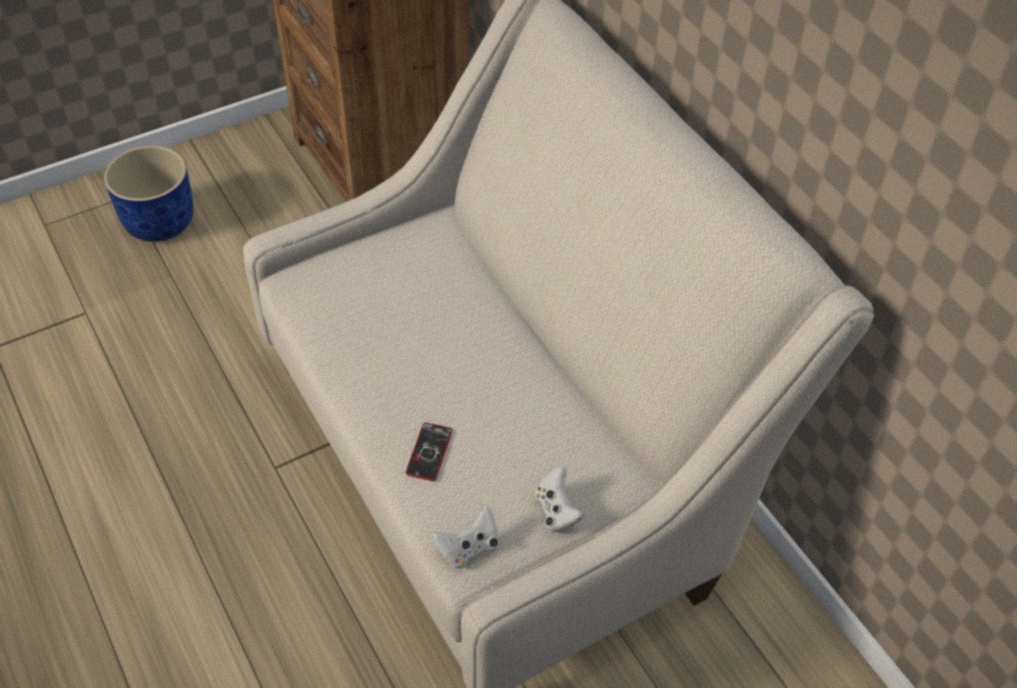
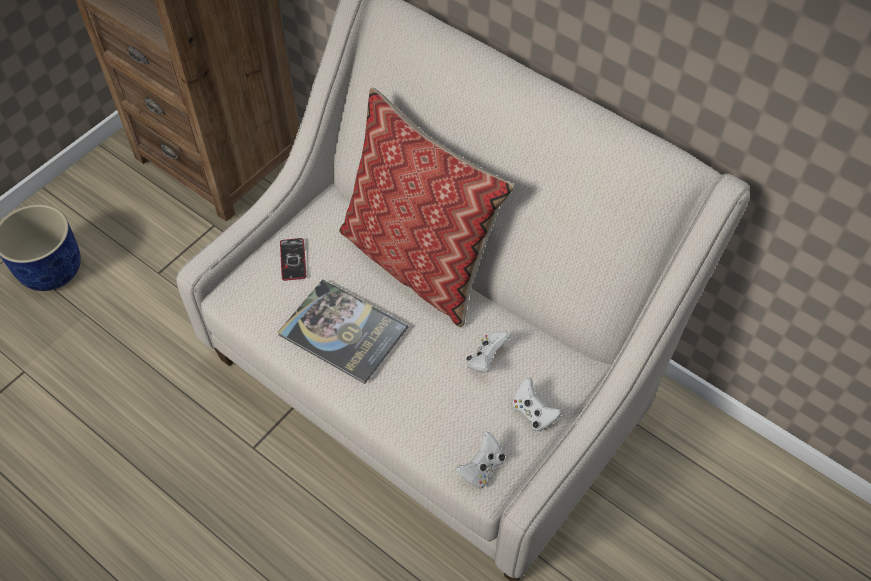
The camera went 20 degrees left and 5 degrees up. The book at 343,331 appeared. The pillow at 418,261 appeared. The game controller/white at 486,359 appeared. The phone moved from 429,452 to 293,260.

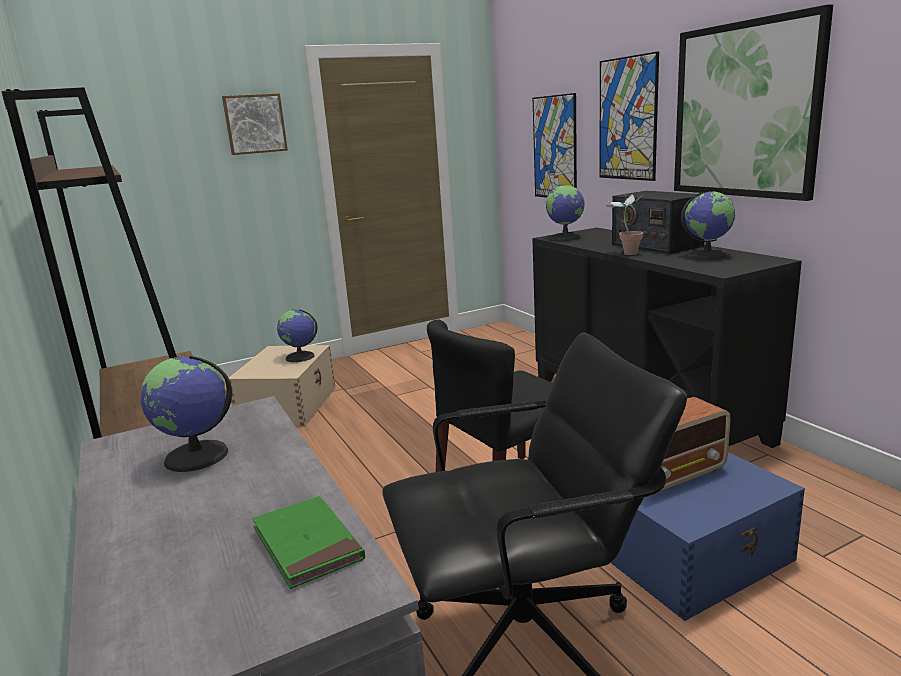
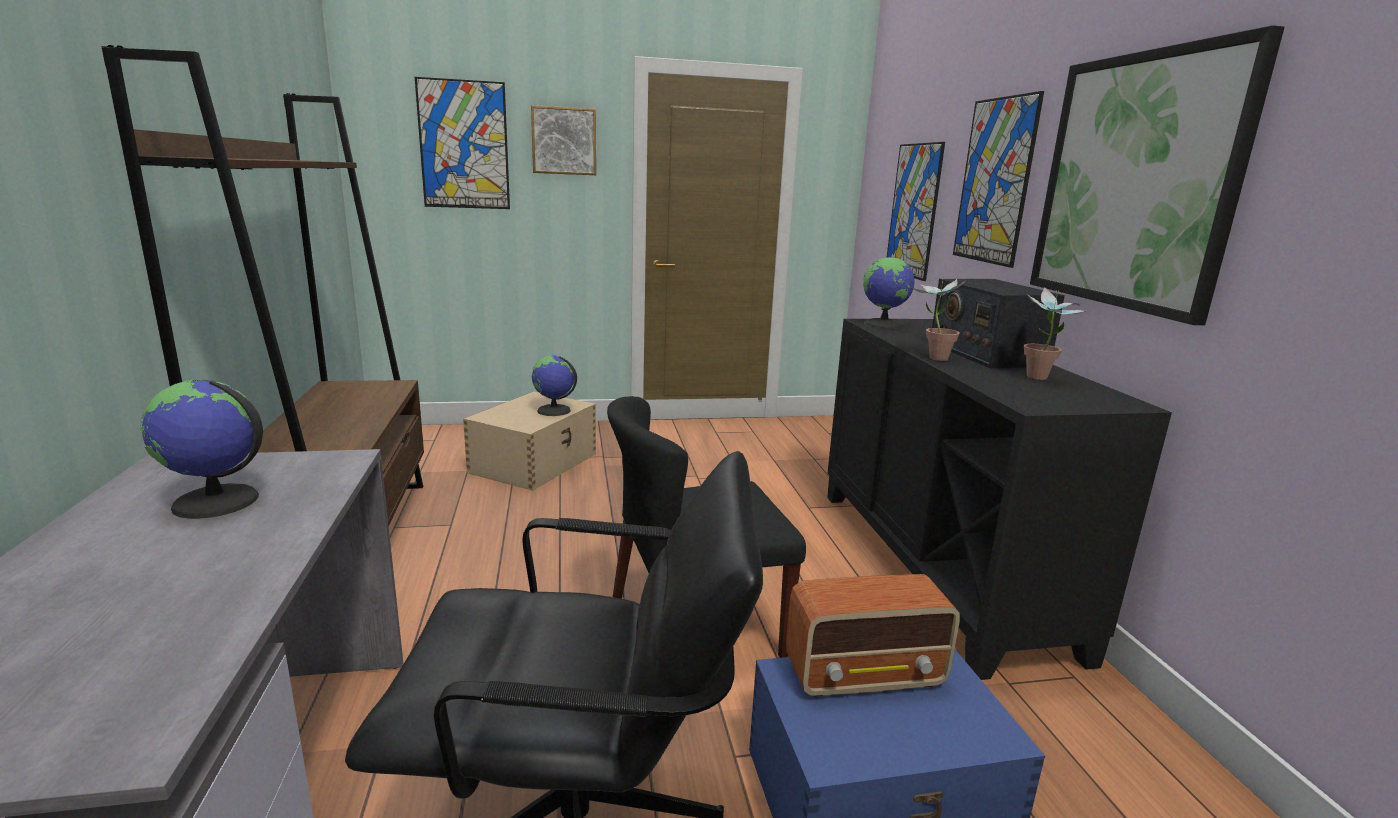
The camera went 15 degrees right and 0 degrees up. The book/green at 307,545 disappeared. The picture at 464,145 appeared. The globe at 707,255 was replaced by the potted plant at 1039,379.

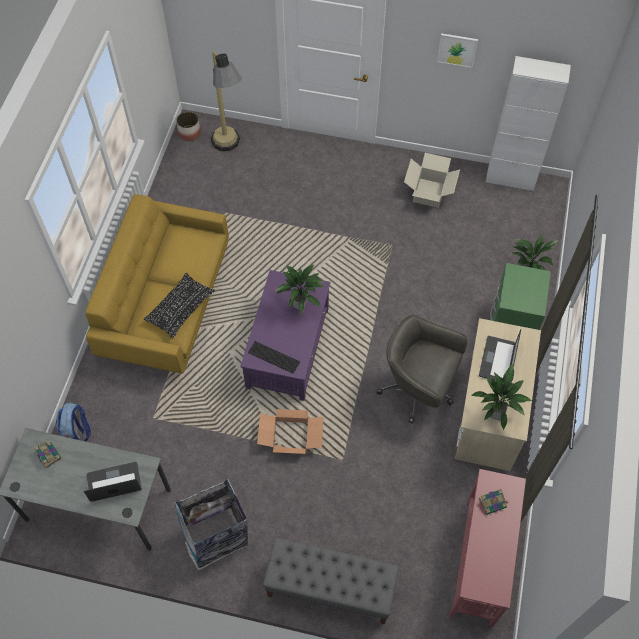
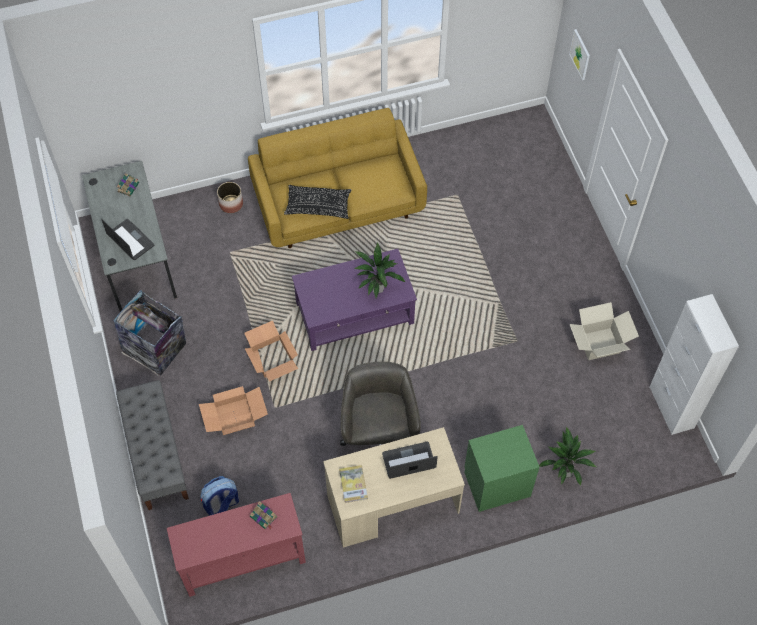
The camera went 60 degrees right and 0 degrees up. The floor lamp at 230,150 disappeared. The keyboard at 274,357 disappeared. The cardboard box at 234,417 appeared. The backpack moved from 78,433 to 221,504. The planter moved from 189,133 to 231,203. The picture moved from 457,50 to 580,54. The potted plant at 497,414 was replaced by the book at 353,484.

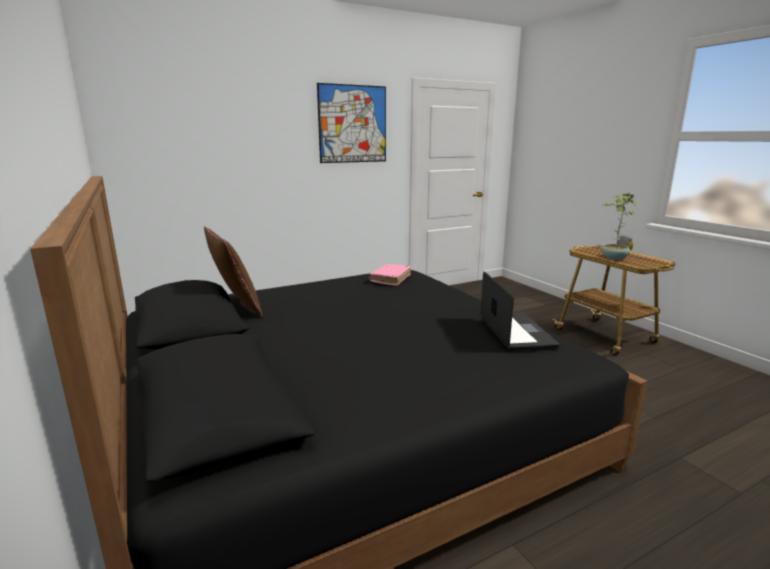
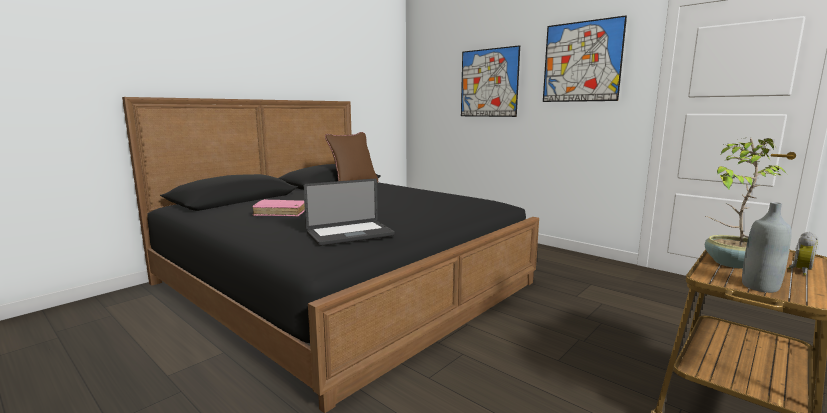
The camera went 70 degrees right and 5 degrees down. The picture at 489,83 appeared. The bottle/grey at 760,287 appeared. The book/pink moved from 390,279 to 280,213.

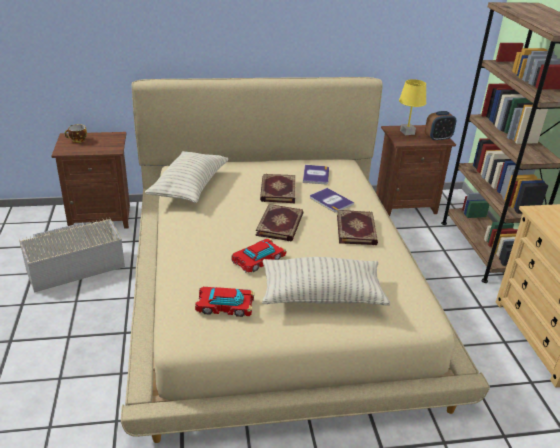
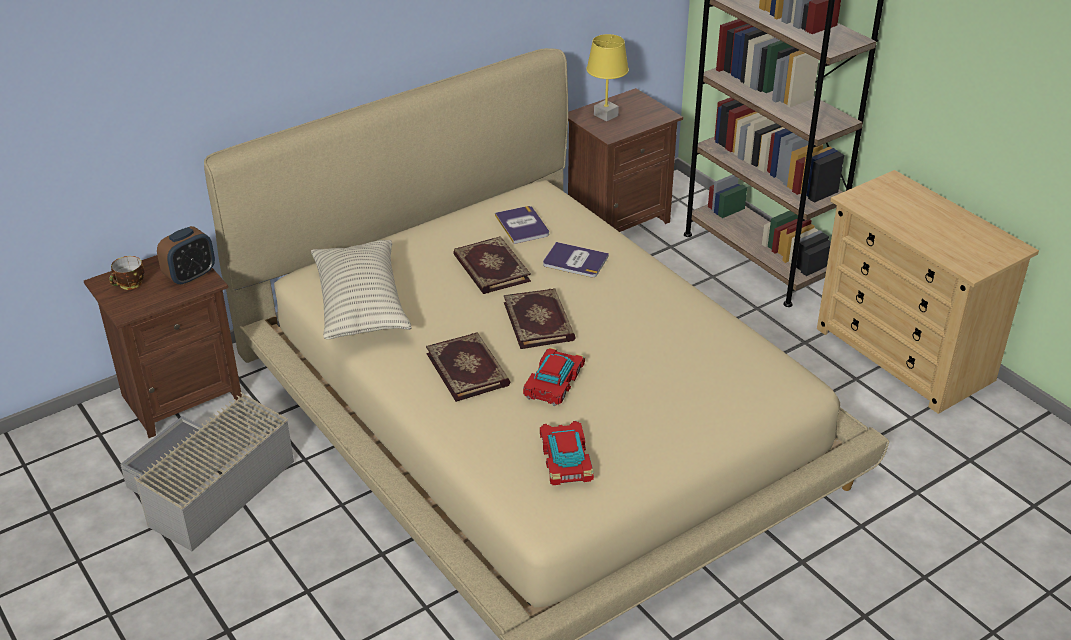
The camera went 25 degrees left and 5 degrees up. The pillow at 322,295 disappeared. The book moved from 357,229 to 469,369. The alarm clock moved from 438,138 to 190,276. The toy car at 225,305 turned 105 degrees clockwise.

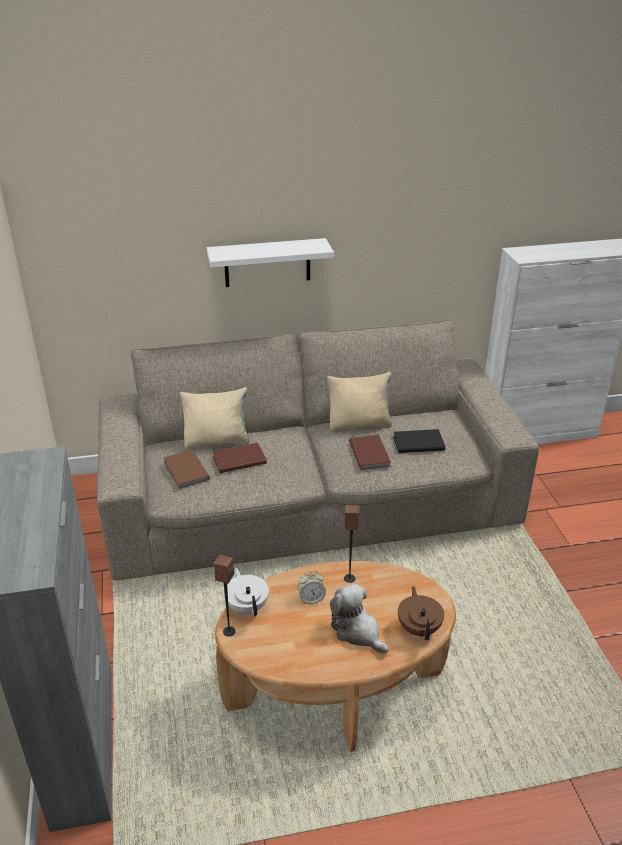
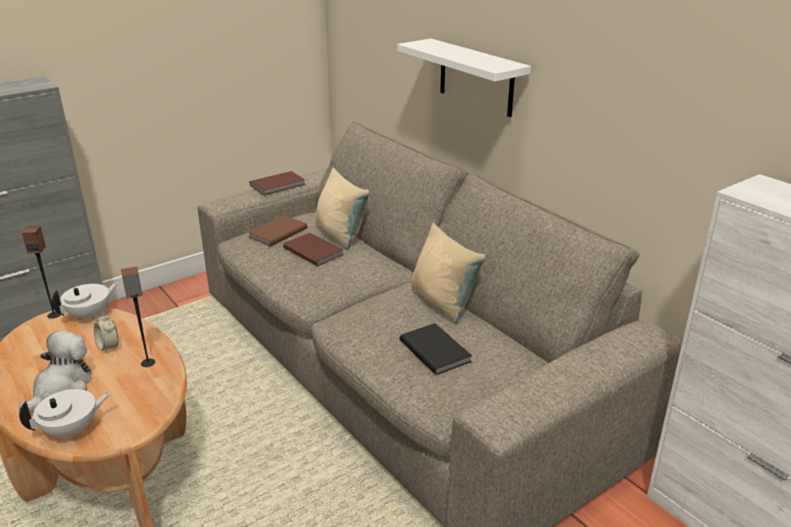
The camera went 65 degrees right and 5 degrees down. The book/brown moved from 370,453 to 279,185. The teapot/brown at 419,628 became the teapot/white at 72,430.

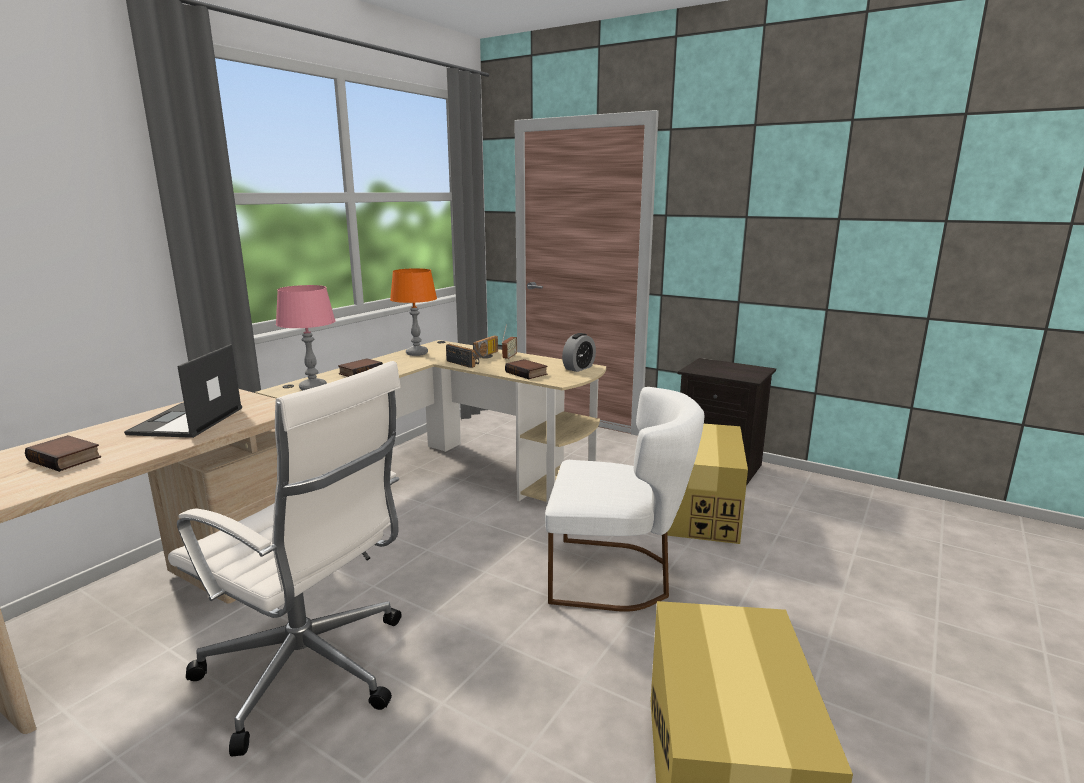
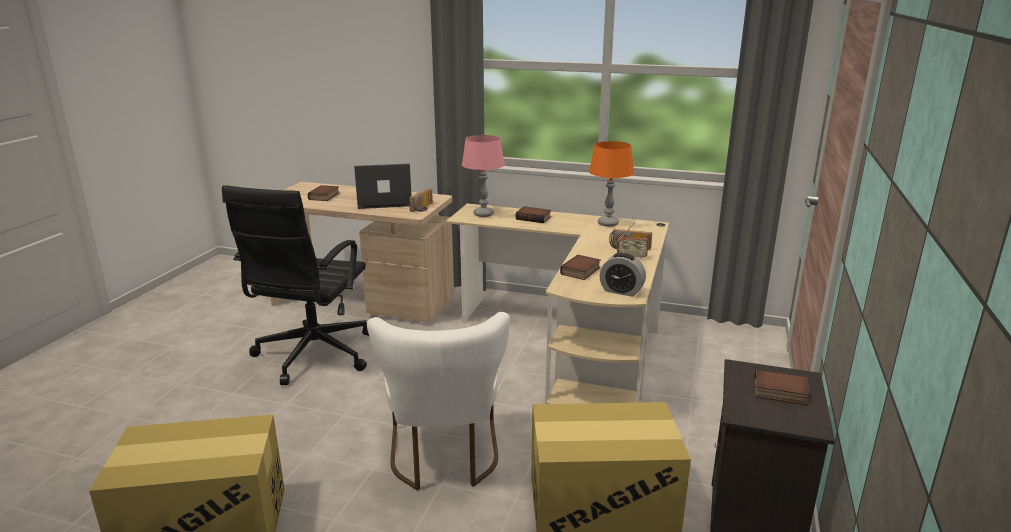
The camera went 75 degrees right and 5 degrees up. The book at 779,392 appeared. The radio moved from 464,363 to 423,208. The office chair/white at 309,672 became the office chair/black at 312,355.

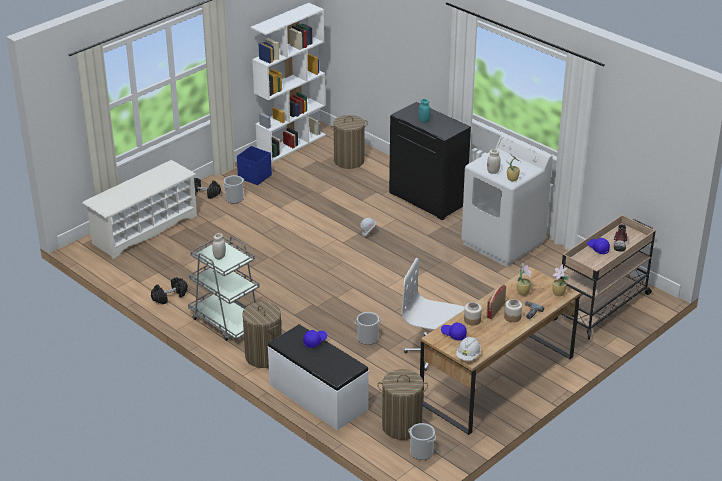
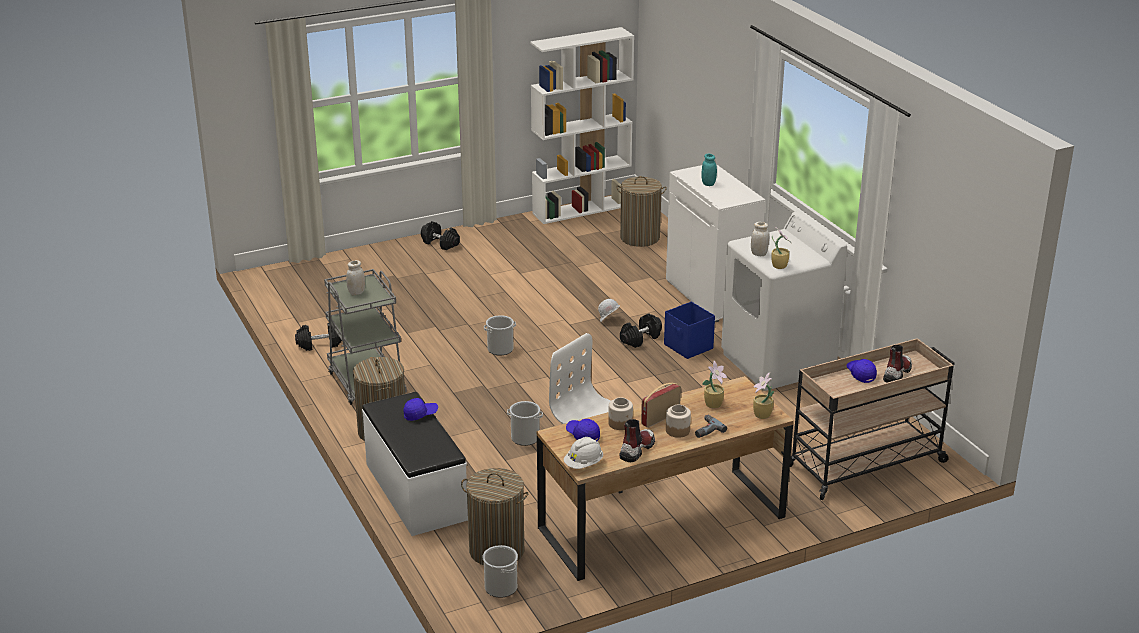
The camera went 20 degrees right and 5 degrees down. The shoe rack/white at 144,229 disappeared. The dumbbell/black at 640,339 appeared. The boot at 636,449 appeared. The bucket moved from 234,198 to 500,349. The storage box/blue moved from 255,177 to 688,347. The cabinet/black at 428,199 became the cabinet/white at 712,296.

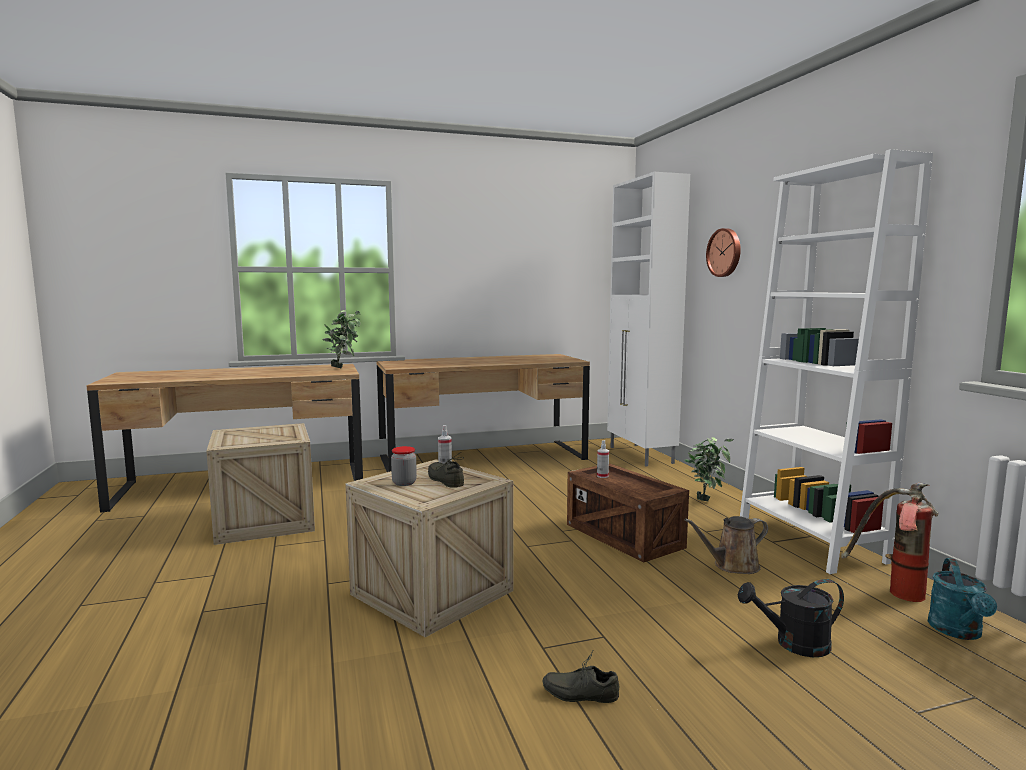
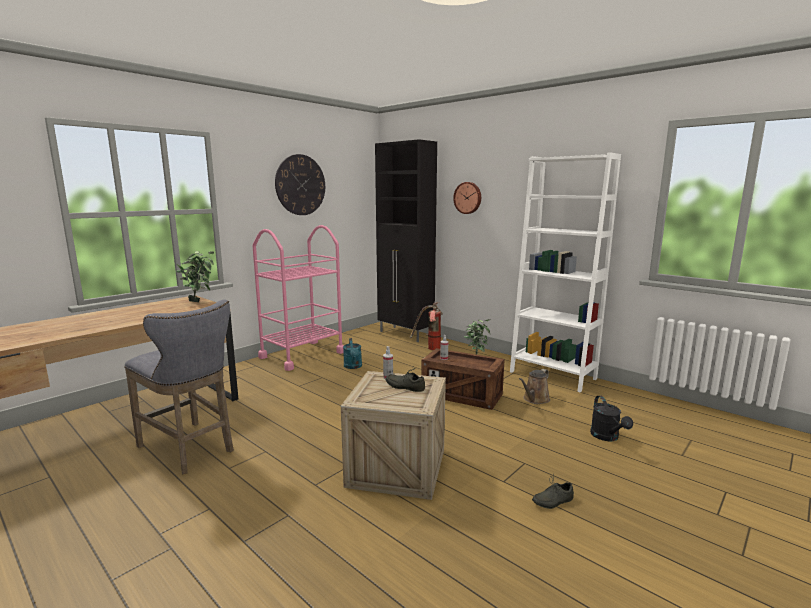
The camera went 30 degrees left and 5 degrees up. The jar at 404,483 disappeared. The wall clock at 300,185 appeared. The fire extinguisher moved from 893,593 to 429,349. The watering can/turquoise moved from 958,632 to 353,367. The crate at 265,521 was replaced by the stool/grey at 190,449. The desk/brown at 482,457 was replaced by the cart/pink at 302,355. The cabinet/white at 641,455 became the cabinet/black at 405,334. The watering can/black at 794,644 turned 60 degrees counterclockwise.

